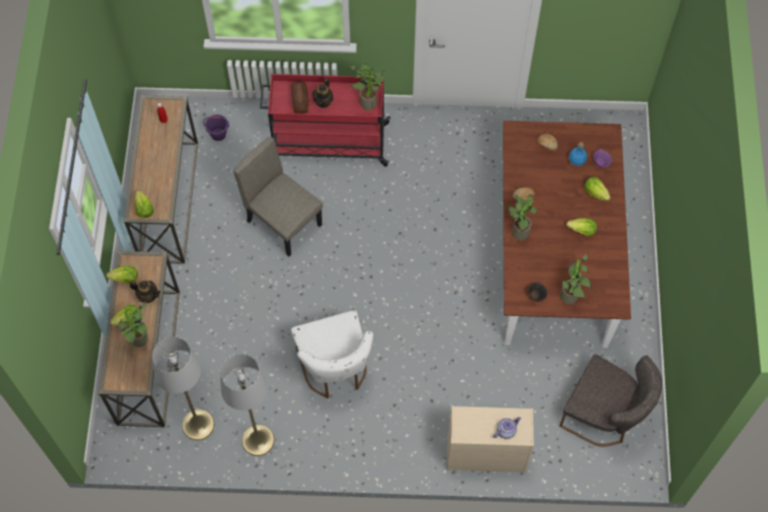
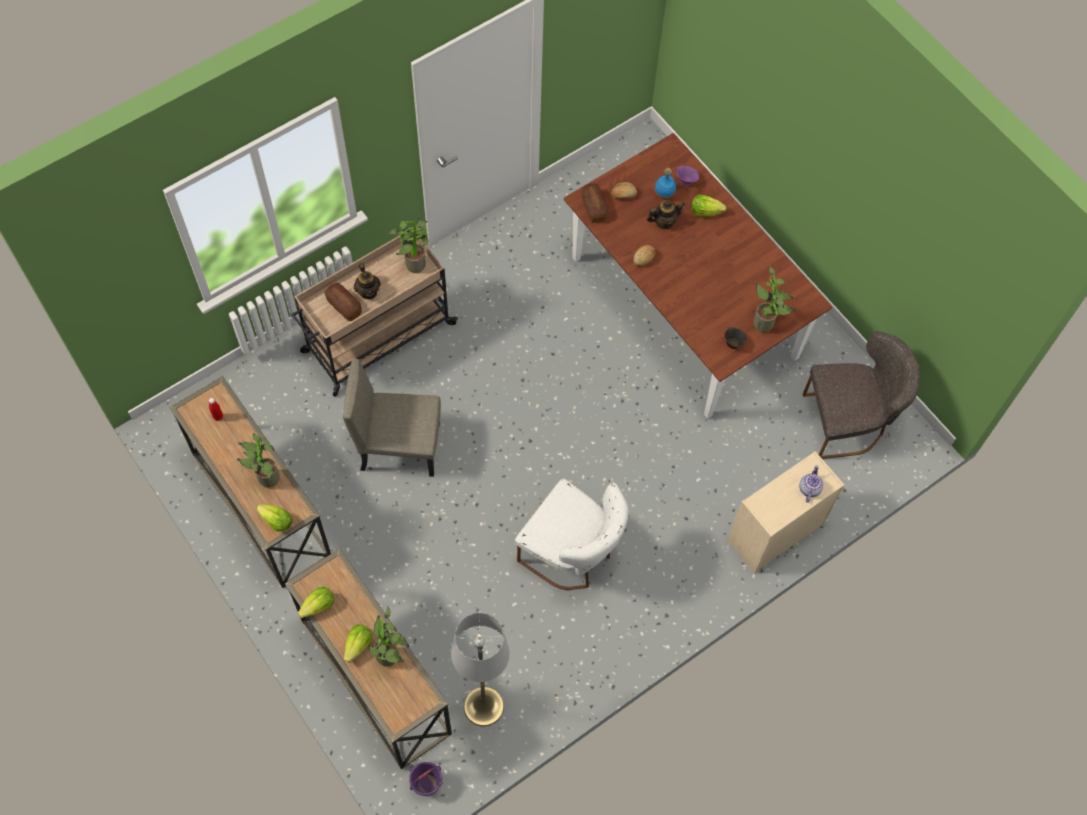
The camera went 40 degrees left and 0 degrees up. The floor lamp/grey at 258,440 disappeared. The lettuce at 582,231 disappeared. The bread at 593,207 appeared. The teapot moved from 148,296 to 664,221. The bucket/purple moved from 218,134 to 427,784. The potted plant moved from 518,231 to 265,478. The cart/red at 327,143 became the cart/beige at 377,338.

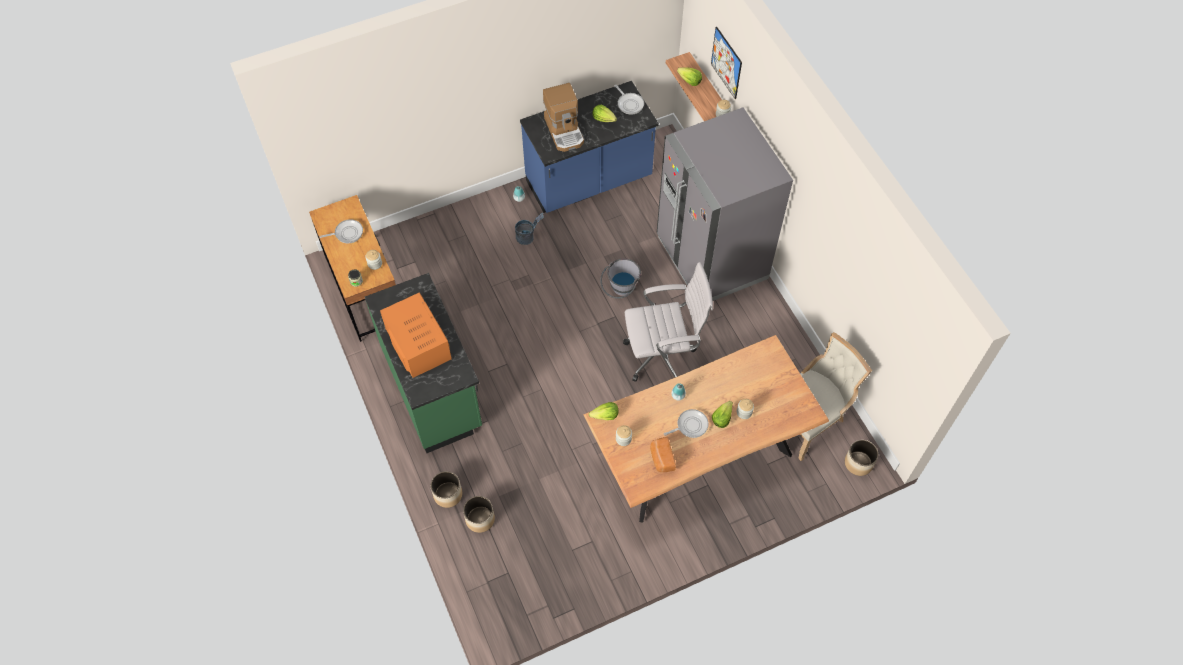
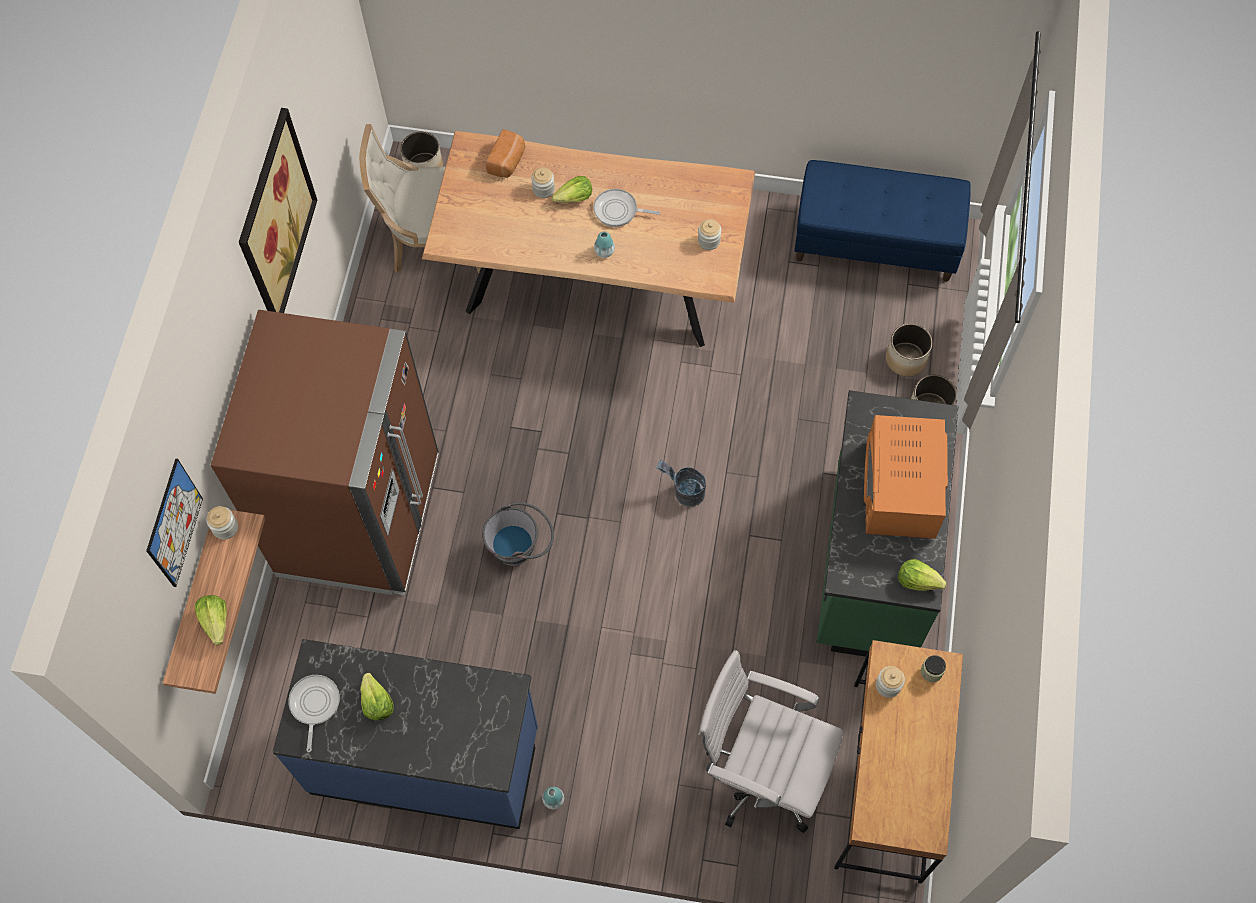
The camera went 145 degrees left and 5 degrees up. The frying pan at 347,233 disappeared. The coffee machine at 565,131 disappeared. The picture at 275,219 appeared. The bench/blue at 876,242 appeared. The bucket/grey moved from 528,236 to 684,492. The lettuce moved from 605,416 to 918,580. The office chair/white moved from 663,356 to 761,772. The bread moved from 661,458 to 508,161. The fridge/grey at 711,258 became the fridge/brown at 360,516.

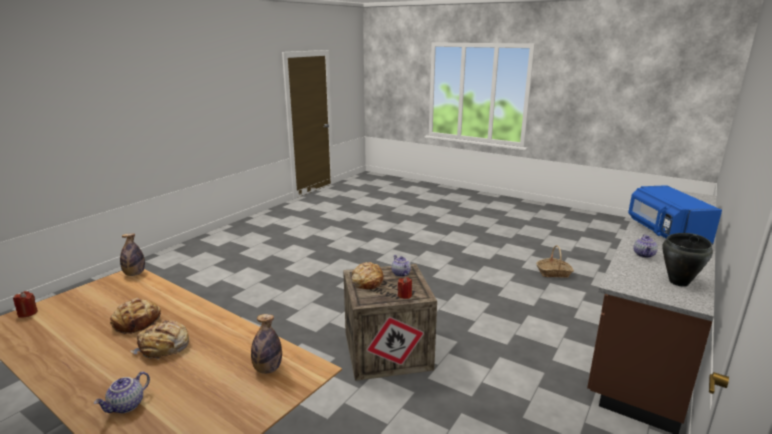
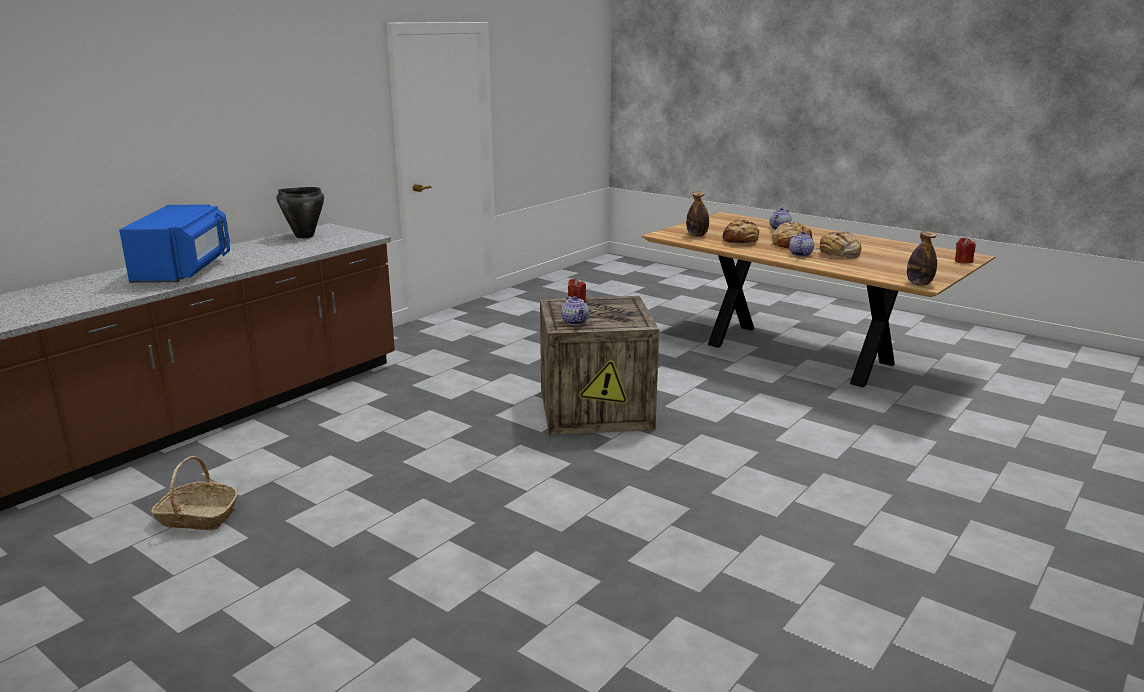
The camera went 175 degrees left and 0 degrees up. The bread moved from 367,281 to 740,241. The teapot moved from 644,255 to 800,254.

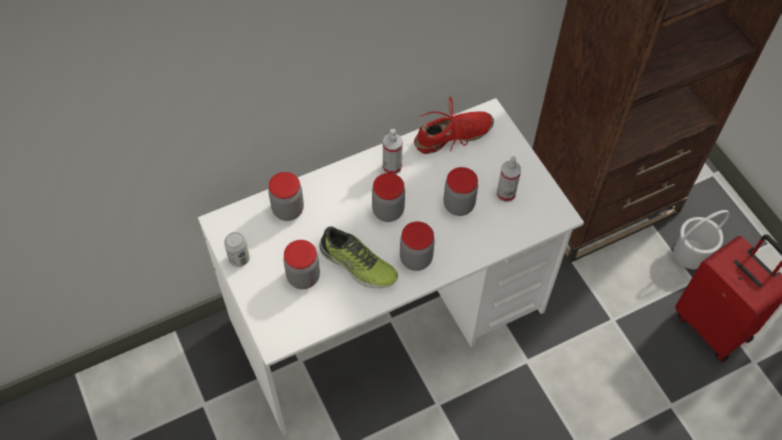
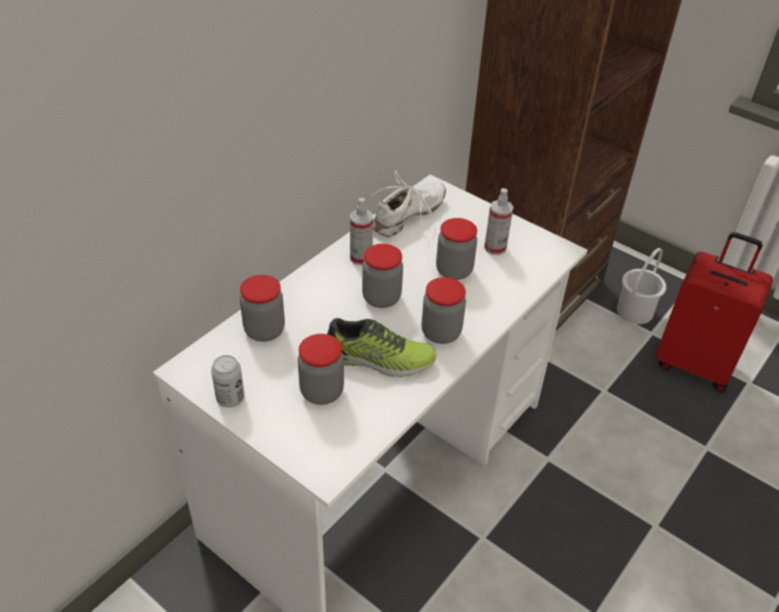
The camera went 25 degrees left and 15 degrees down. The shoe/red at 453,137 became the shoe/white at 409,216.

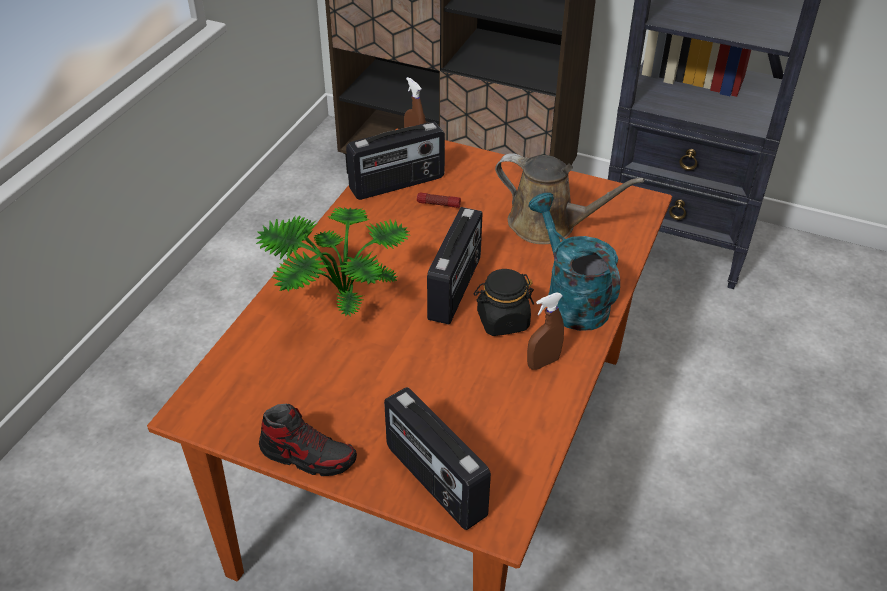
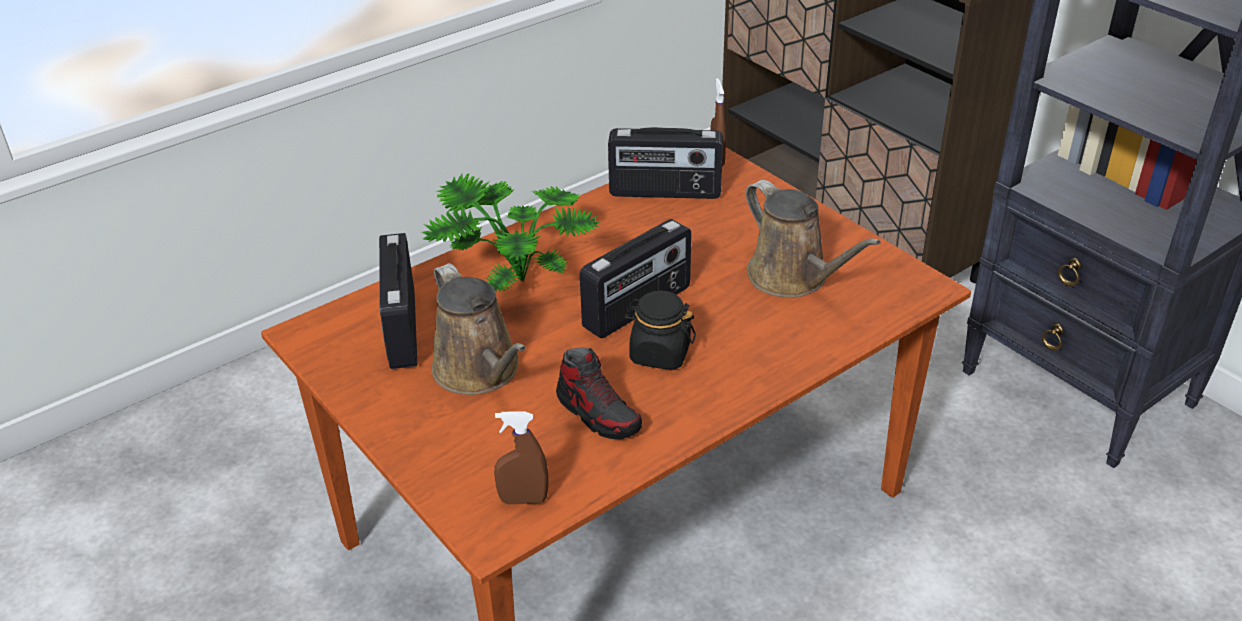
The camera went 30 degrees right and 5 degrees down. The flashlight at 438,204 disappeared. The watering can/turquoise at 570,299 disappeared. The watering can/brown at 480,371 appeared. The shoe moved from 308,456 to 598,414. The radio moved from 434,482 to 401,329. The spray bottle/brown moved from 543,363 to 523,500.

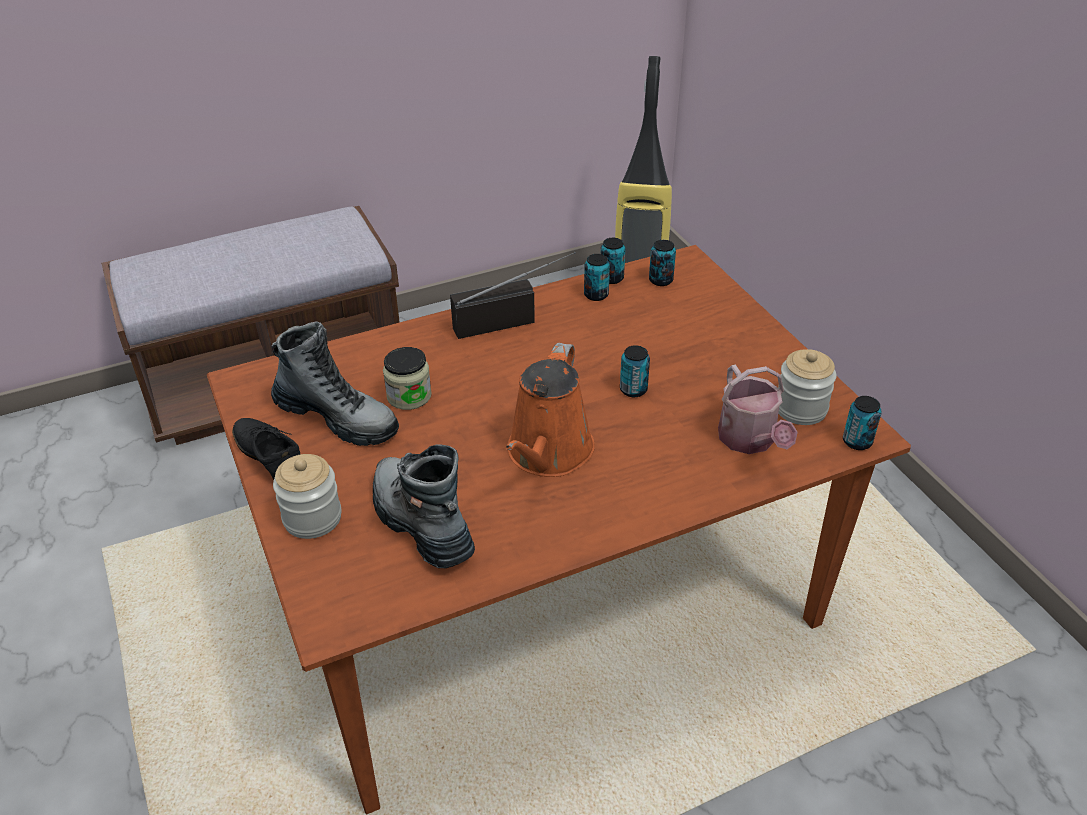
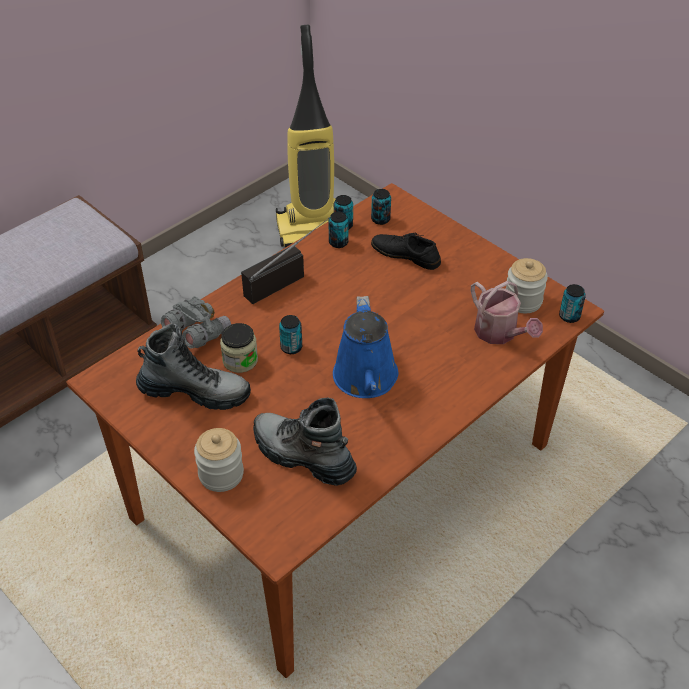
The camera went 20 degrees left and 5 degrees up. The binoculars/grey at 197,334 appeared. The shoe/black moved from 270,456 to 405,255. The can moved from 633,390 to 291,347. The watering can/orange at 548,454 became the watering can/blue at 366,380.

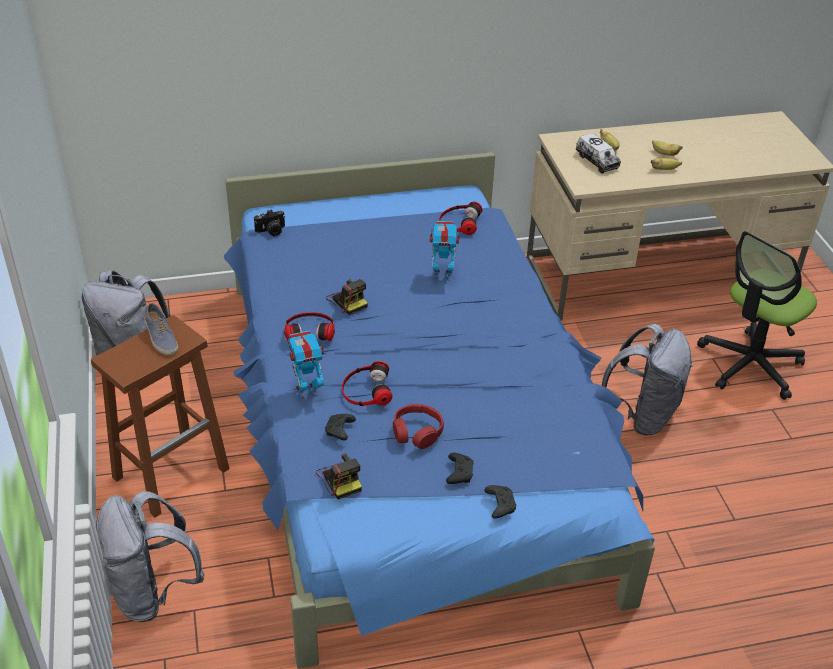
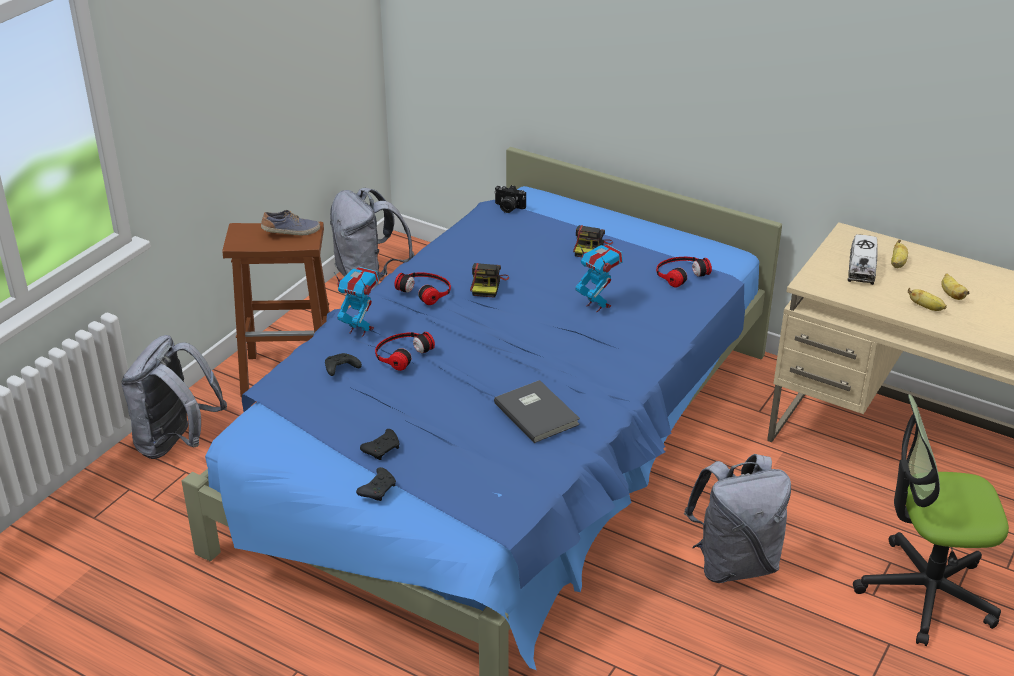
The camera went 45 degrees right and 5 degrees down. The headphones/red at 417,432 disappeared. The book/grey at 537,412 appeared. The photo camera moved from 340,479 to 591,248. The shoe at 160,338 turned 120 degrees counterclockwise.

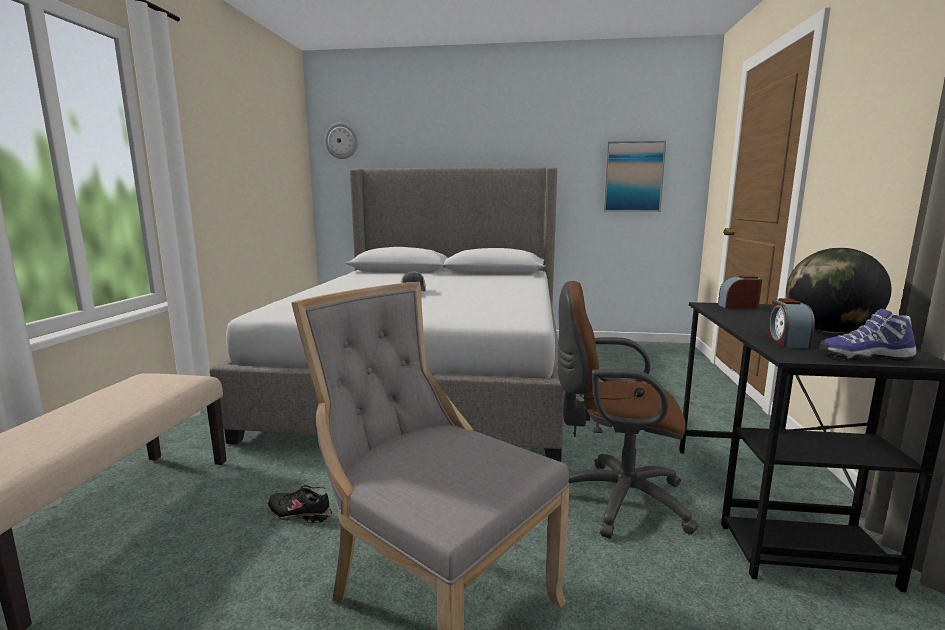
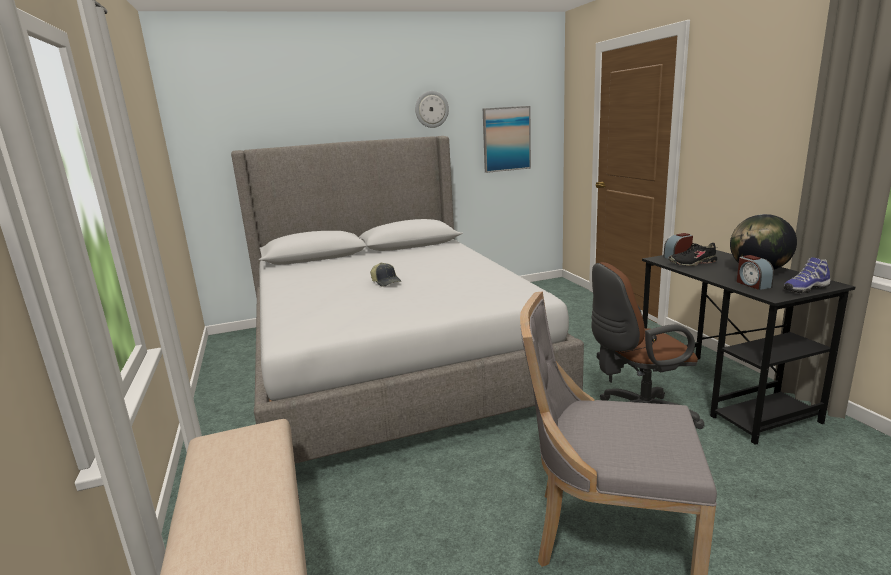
The camera went 25 degrees left and 5 degrees up. The shoe/black moved from 300,513 to 692,263. The wall clock moved from 341,141 to 431,109.

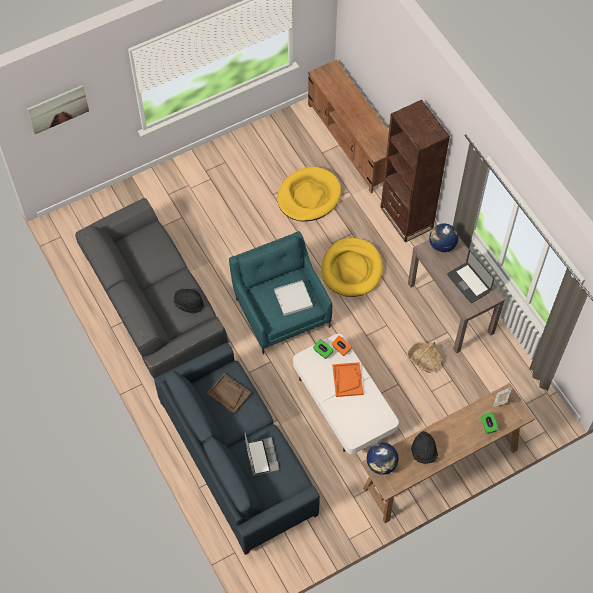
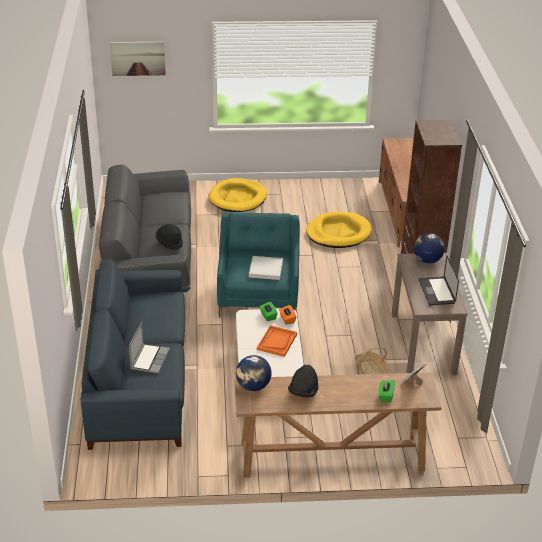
The camera went 25 degrees right and 25 degrees down. The tray/brown at 229,394 disappeared. The dog bed/yellow moved from 352,269 to 238,198.

